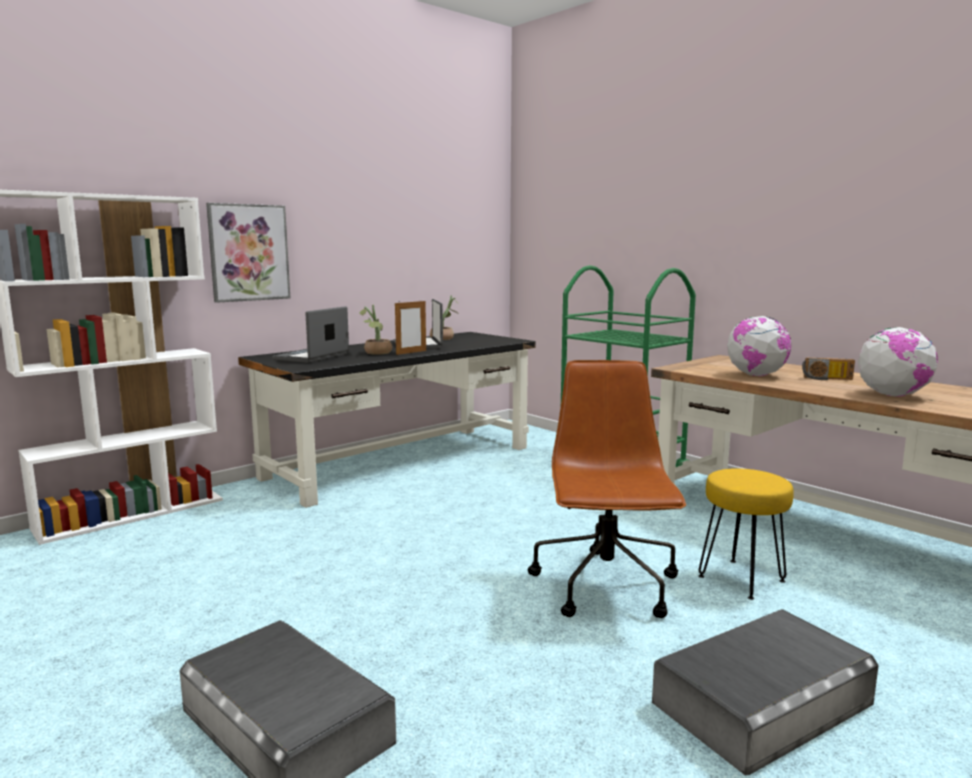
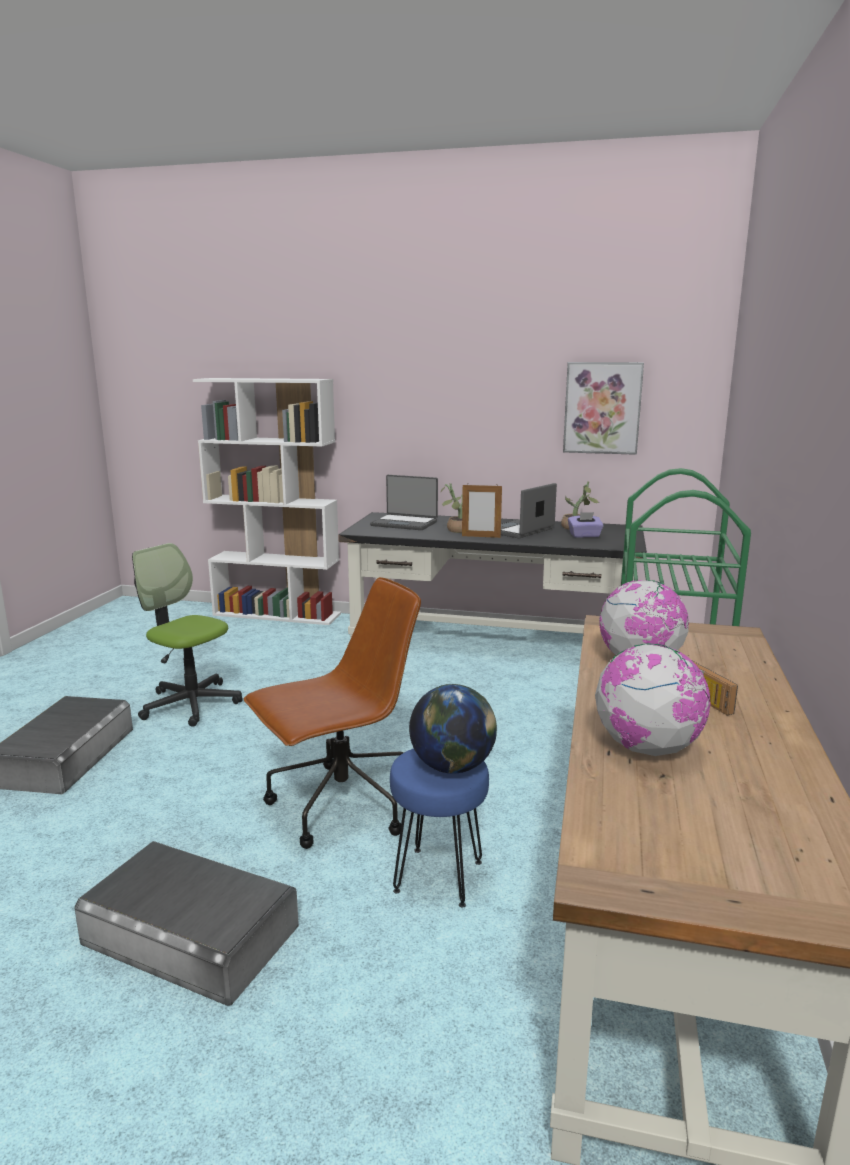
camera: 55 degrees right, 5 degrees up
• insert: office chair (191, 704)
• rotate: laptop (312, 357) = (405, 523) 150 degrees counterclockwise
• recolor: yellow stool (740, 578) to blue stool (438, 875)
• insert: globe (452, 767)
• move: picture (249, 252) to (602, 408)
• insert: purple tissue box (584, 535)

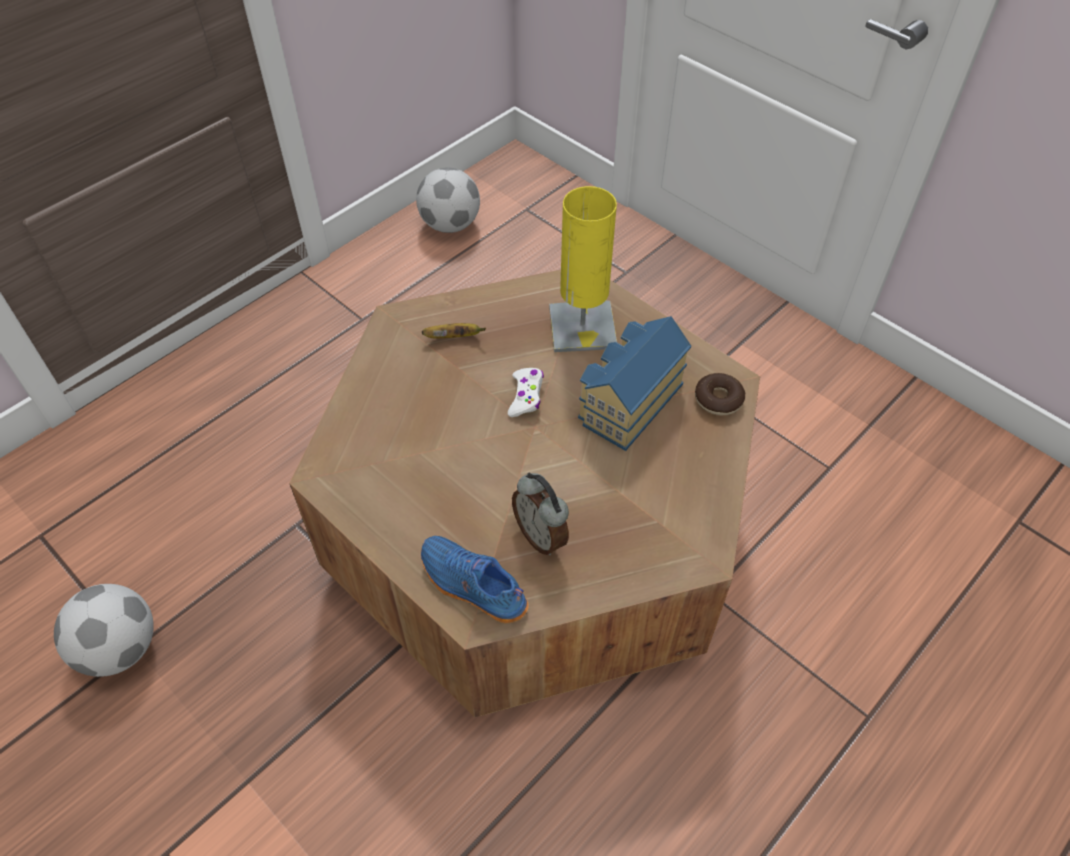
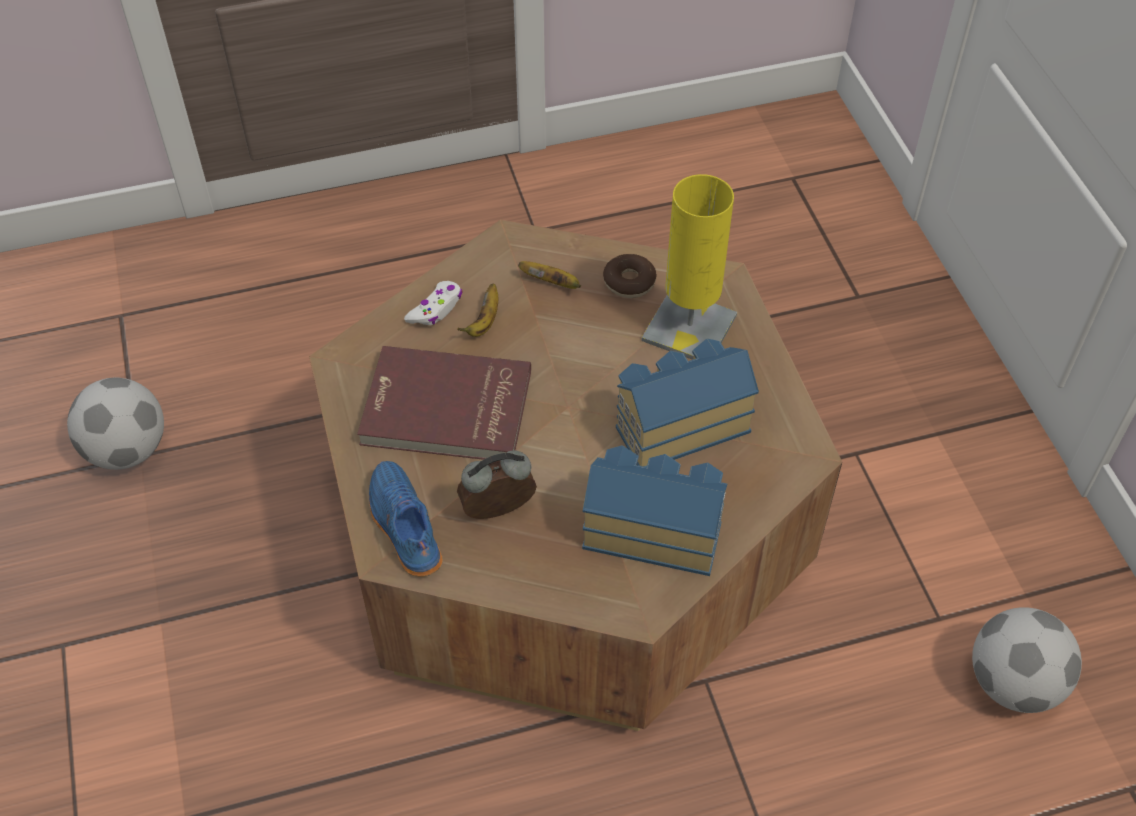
camera: 30 degrees right, 0 degrees up
• insert: red book (446, 410)
• move: white game controller (526, 396) to (436, 309)
• rotate: alarm clock (541, 536) = (499, 512) 75 degrees clockwise
• insert: banana (484, 321)
• insert: toy house (652, 529)
• move: donut (718, 399) to (629, 282)
• move: football (450, 225) to (1013, 683)

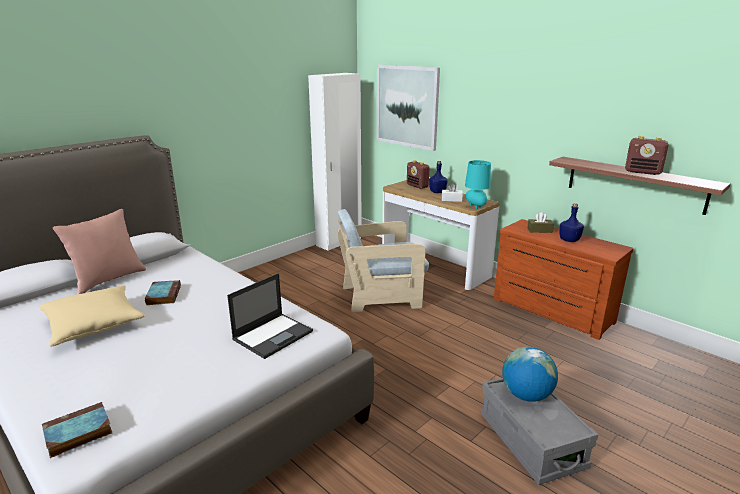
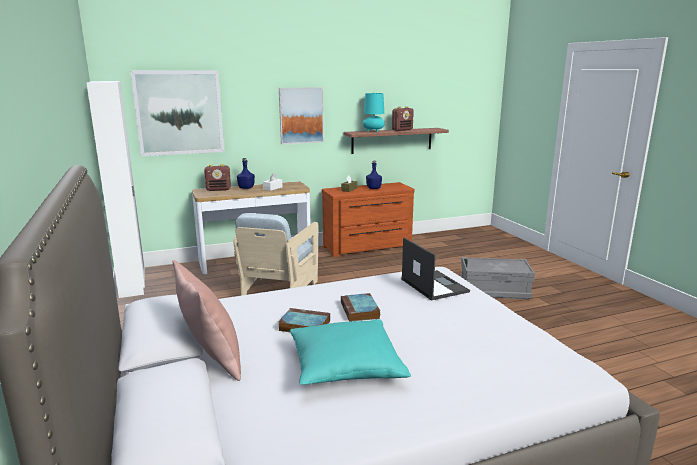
camera: 65 degrees left, 5 degrees down
• insert: picture (301, 115)
• recolor: beige pillow (94, 325) to turquoise pillow (345, 366)
• move: book (77, 434) to (360, 311)
• move: turquoise table lamp (475, 207) to (373, 131)
• delete: globe (526, 395)

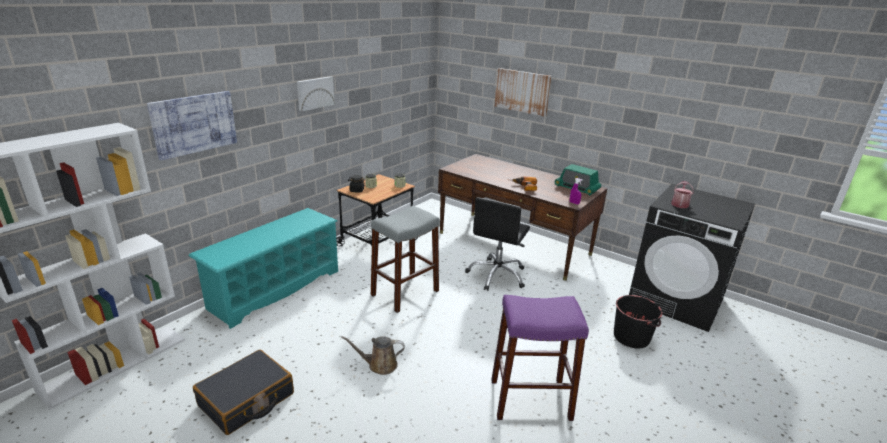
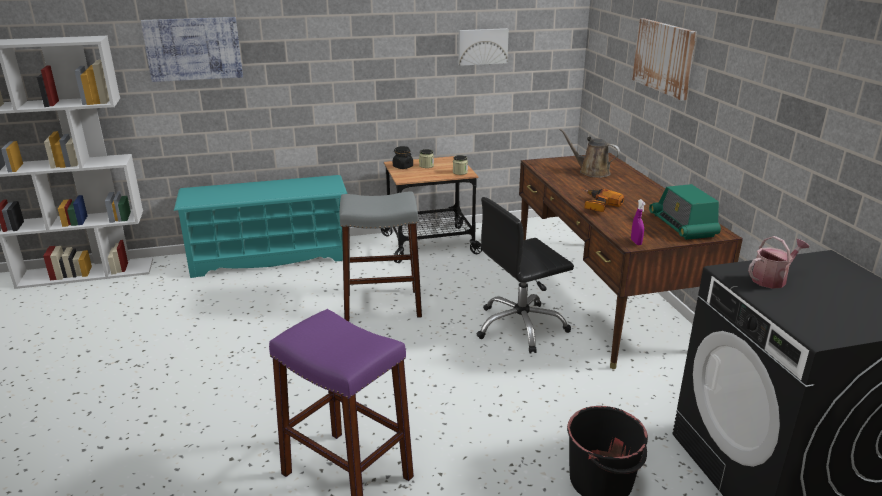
camera: 40 degrees right, 0 degrees up
• move: picture (315, 93) to (482, 46)
• move: brown watering can (379, 365) to (591, 172)
• delete: black suitcase (246, 400)

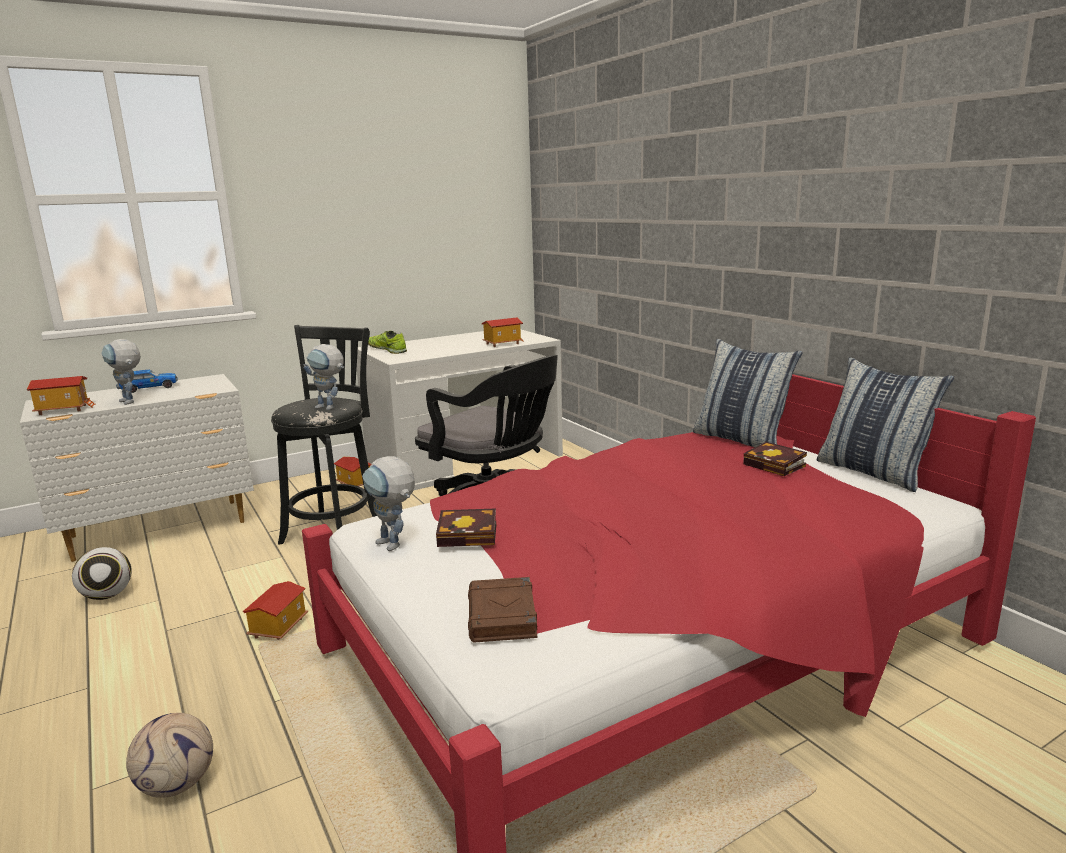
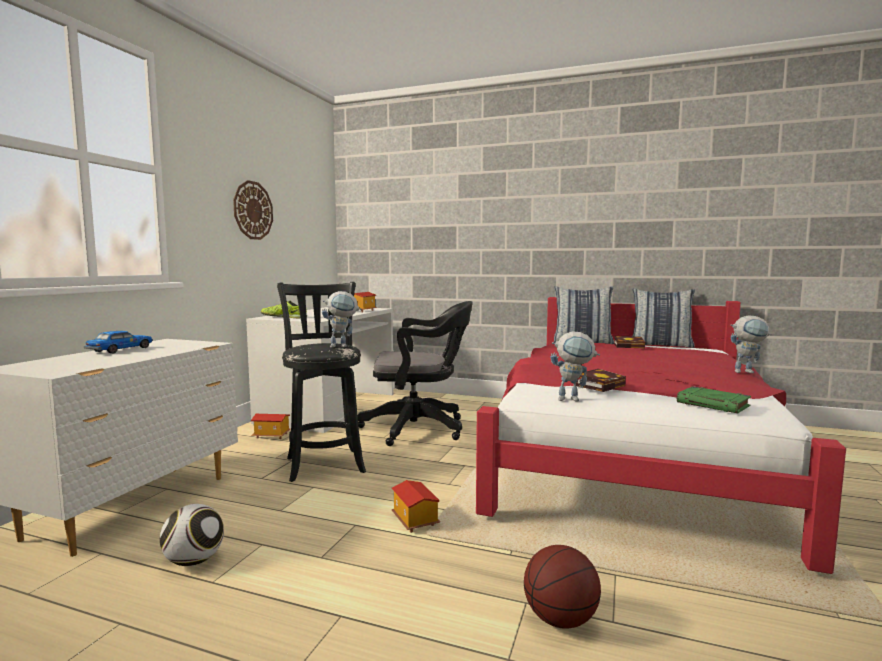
camera: 40 degrees left, 10 degrees down
• insert: wall clock (253, 210)
• replace: football (178, 784) to basketball (560, 619)
• recolor: brown book (502, 616) to green book (713, 404)
• move: toy robot (130, 402) to (748, 372)
• delete: toy house (64, 409)

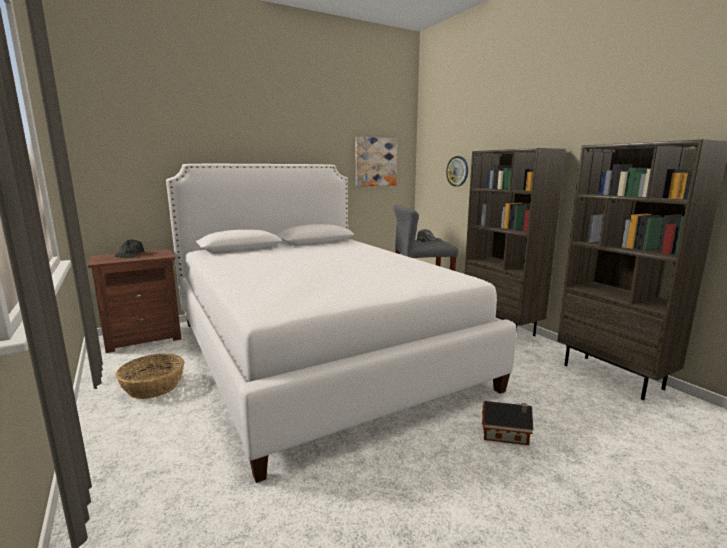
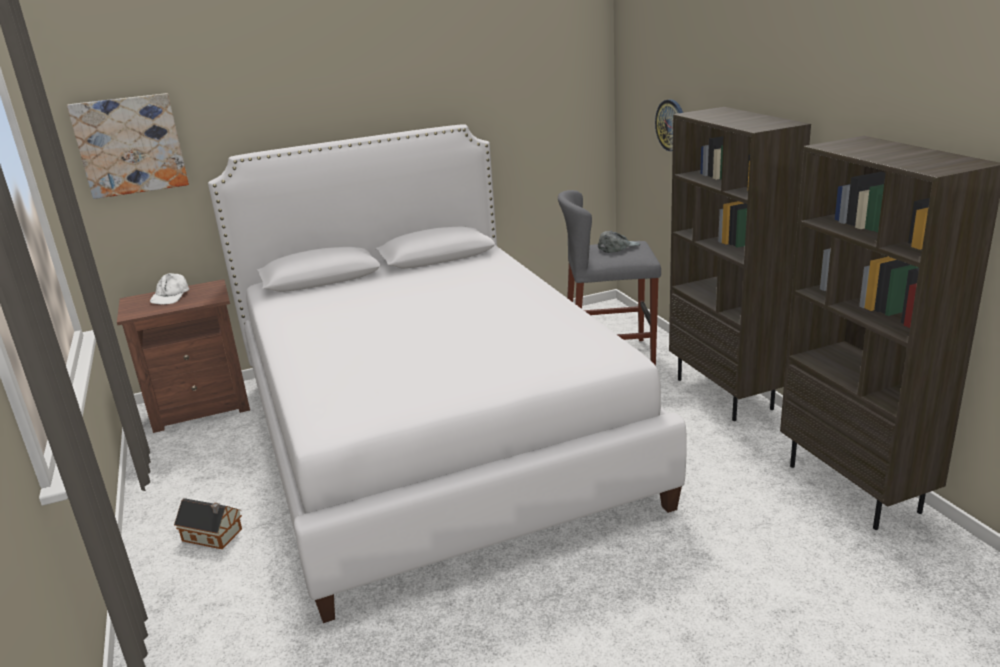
camera: 10 degrees right, 10 degrees up
• move: picture (375, 162) to (130, 145)
• recolor: black cap (130, 255) to white cap (171, 296)
• move: toy house (506, 434) to (213, 535)
• delete: basket (154, 387)

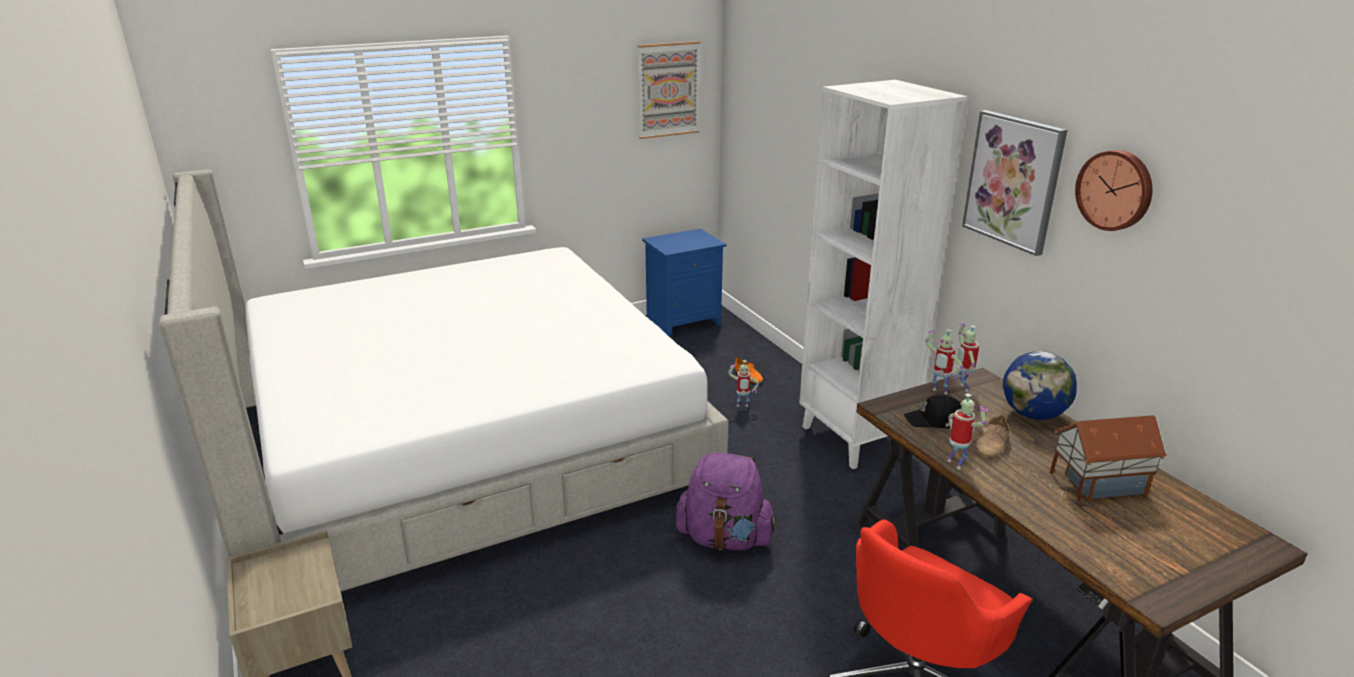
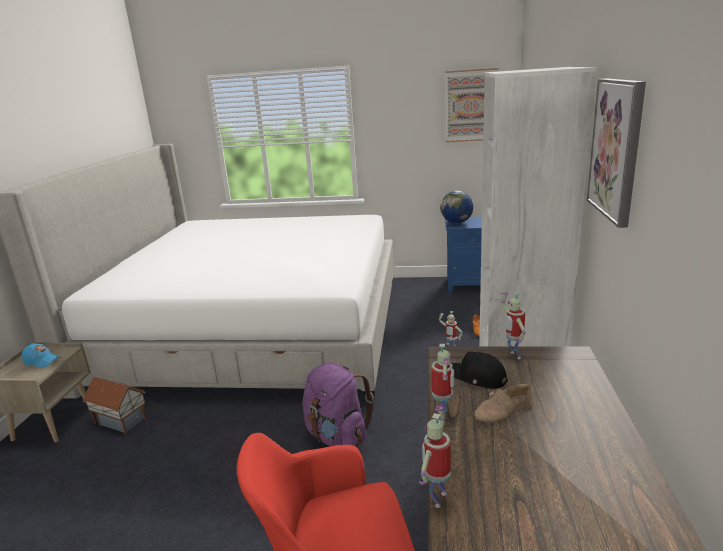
camera: 35 degrees right, 5 degrees down
• insert: blue cap (42, 361)
• move: toy house (1097, 483) to (121, 420)
• move: toy robot (962, 387) to (437, 498)
• move: globe (1033, 414) to (456, 222)
• delete: wall clock (1115, 190)

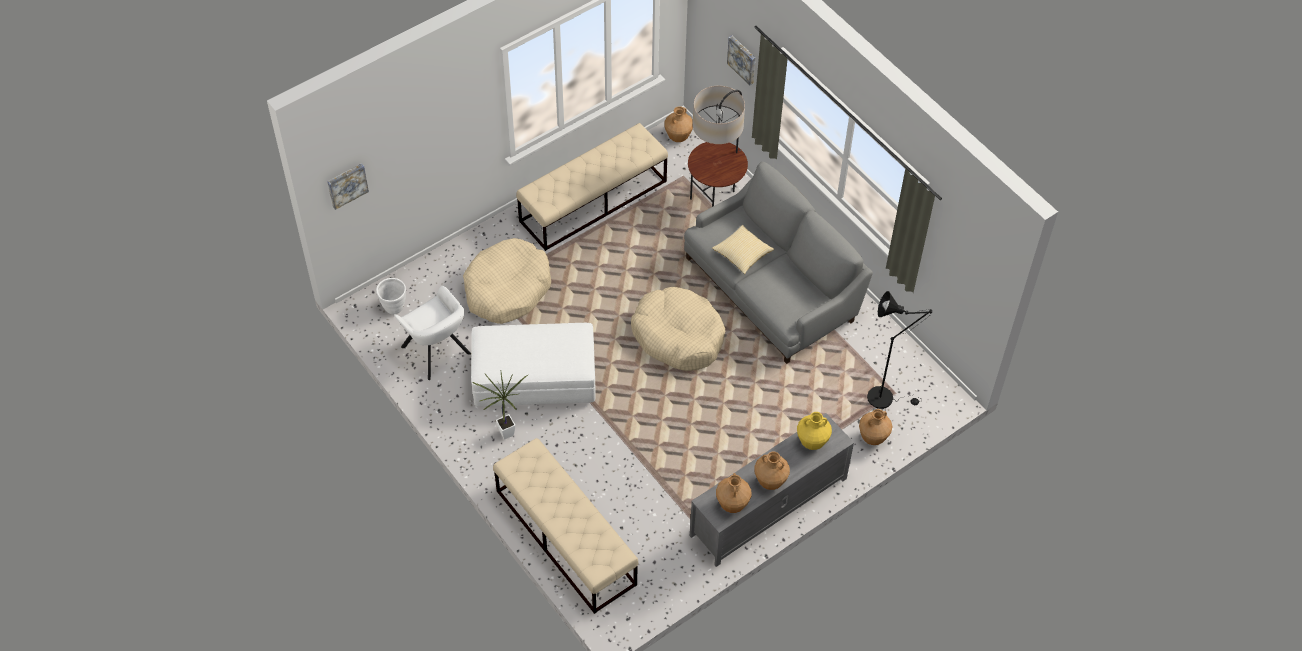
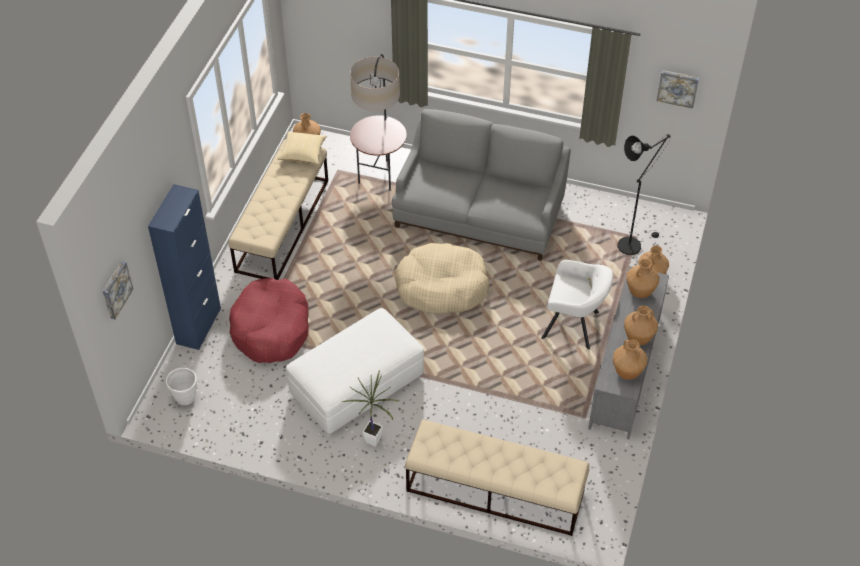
camera: 35 degrees left, 5 degrees down
• insert: blue cabinet (198, 326)
• recolor: beige dog bed (507, 289) to red dog bed (271, 329)
• move: pillow (742, 254) to (302, 154)
• move: white armchair (437, 353) to (573, 327)
• recolor: yellow vase (812, 442) to brown vase (640, 292)
• move: picture (742, 59) to (678, 87)

